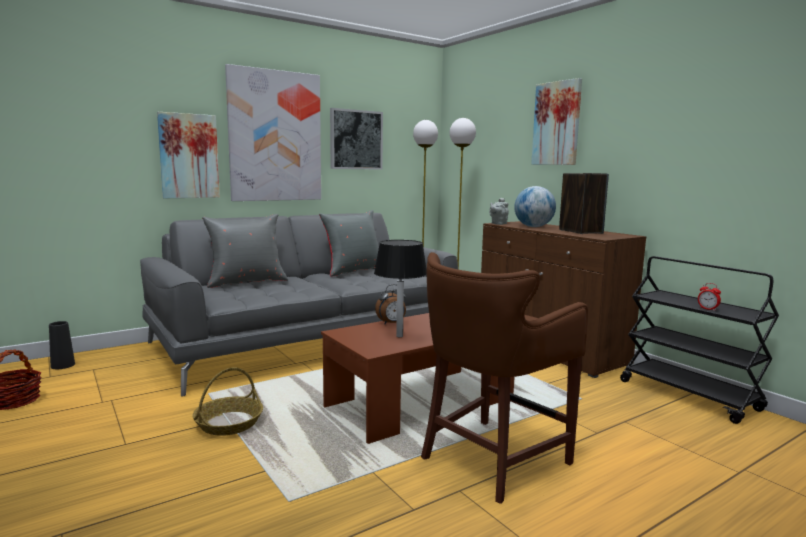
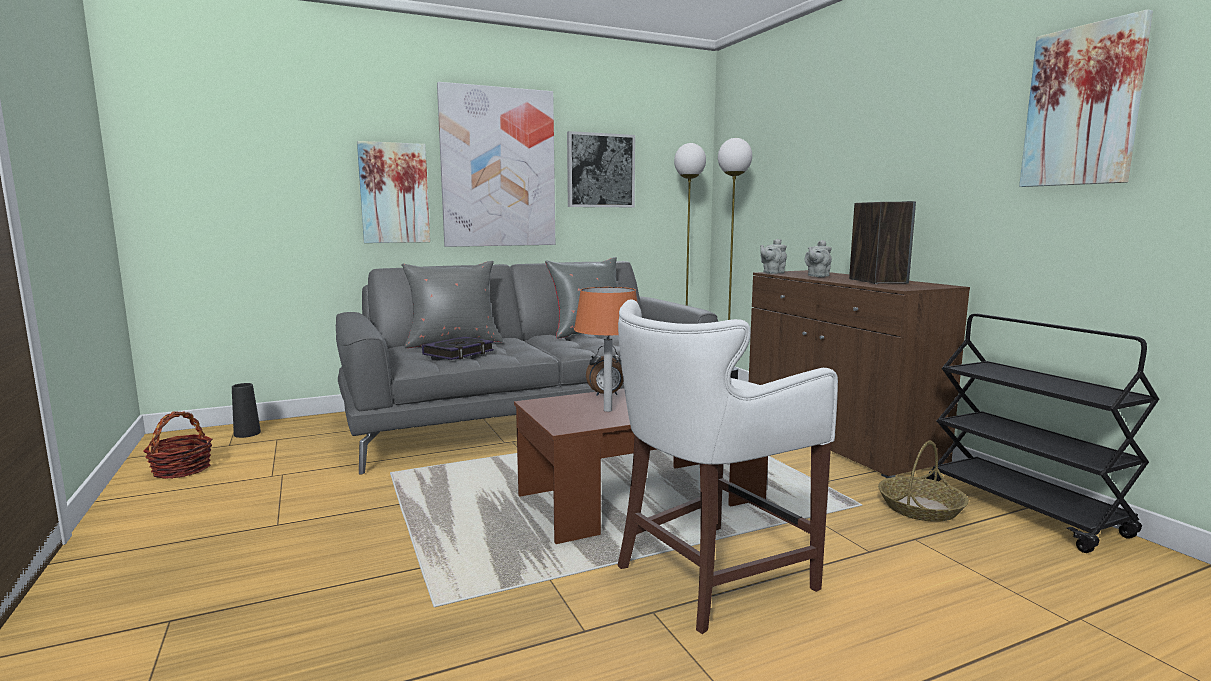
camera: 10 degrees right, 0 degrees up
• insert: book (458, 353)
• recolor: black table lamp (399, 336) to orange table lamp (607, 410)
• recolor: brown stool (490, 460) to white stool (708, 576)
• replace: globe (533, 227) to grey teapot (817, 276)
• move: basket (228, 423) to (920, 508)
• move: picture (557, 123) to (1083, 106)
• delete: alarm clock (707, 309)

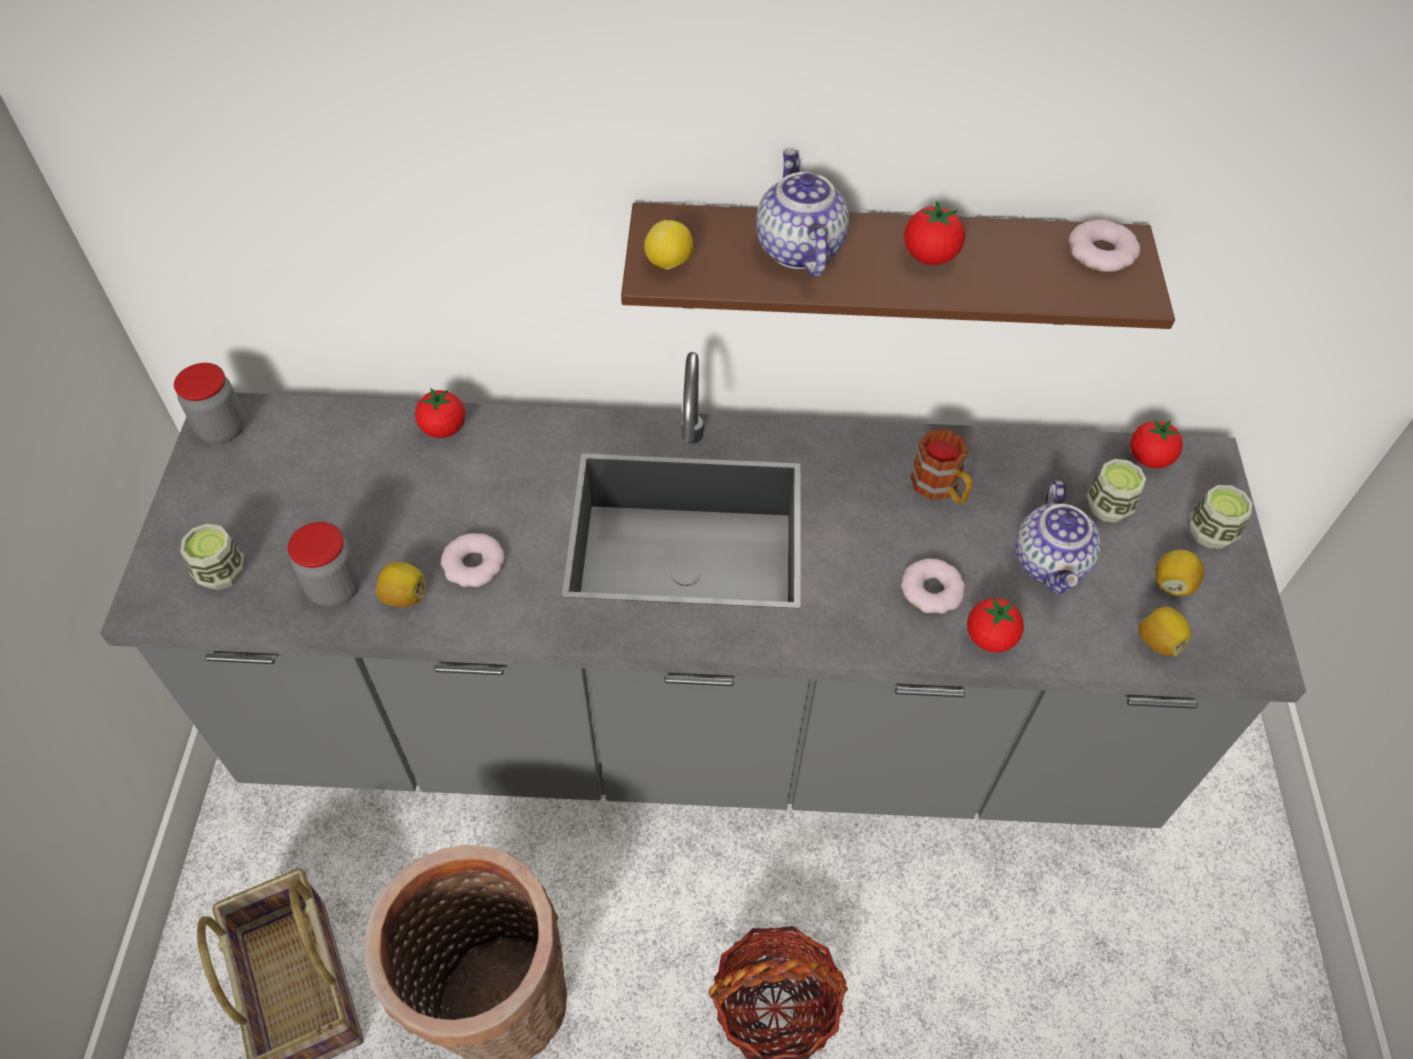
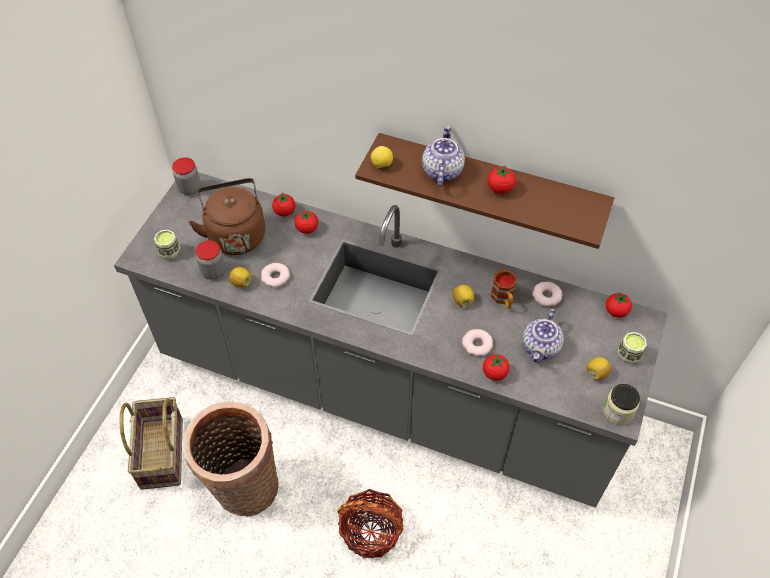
camera: 20 degrees right, 0 degrees up
• insert: brown kettle (235, 234)
• insert: tomato (307, 229)
• move: lemon (1158, 641) to (462, 301)
• move: donut (1101, 253) to (546, 296)
• insert: jar (618, 411)
• delete: cup (1108, 507)

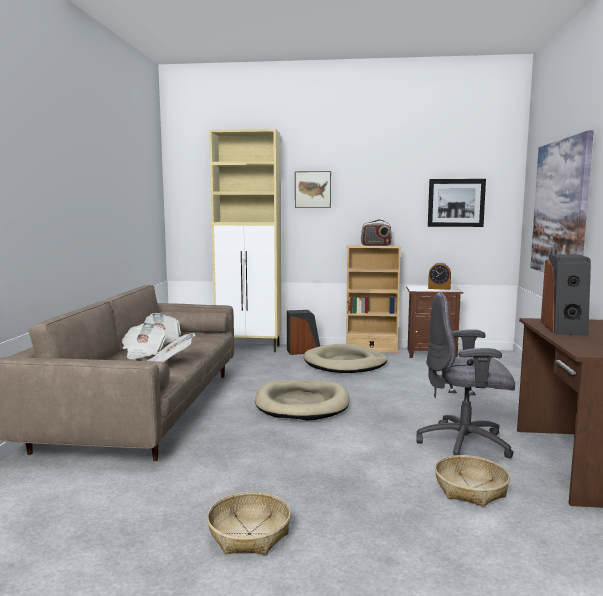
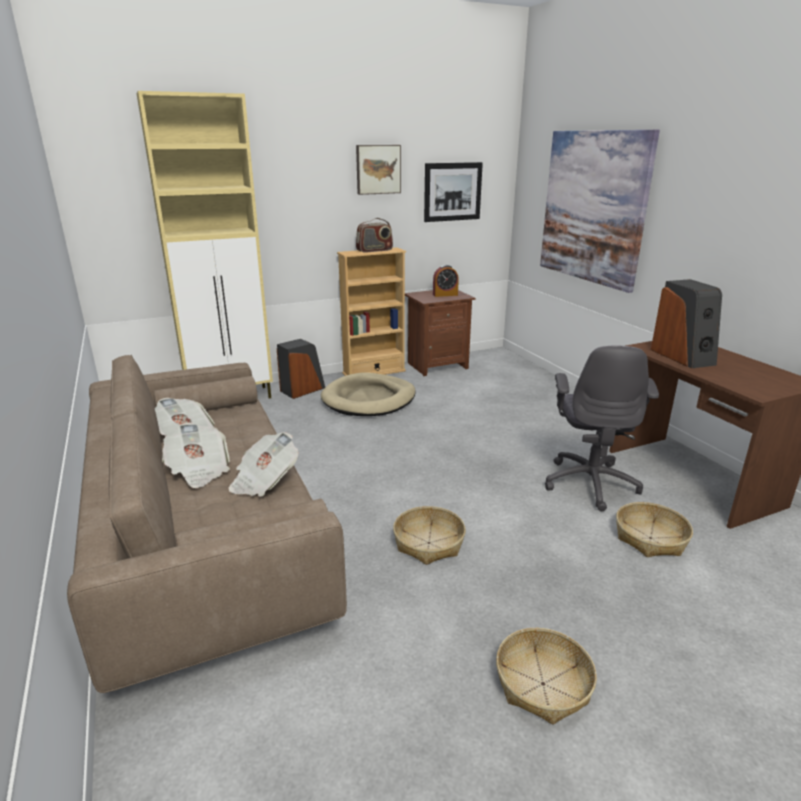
camera: 30 degrees left, 15 degrees up
• move: picture (313, 189) to (378, 169)
• insert: basket (428, 543)
• rotate: grey office chair (465, 444) = (590, 483) 60 degrees counterclockwise
• delete: beige dog bed (302, 404)

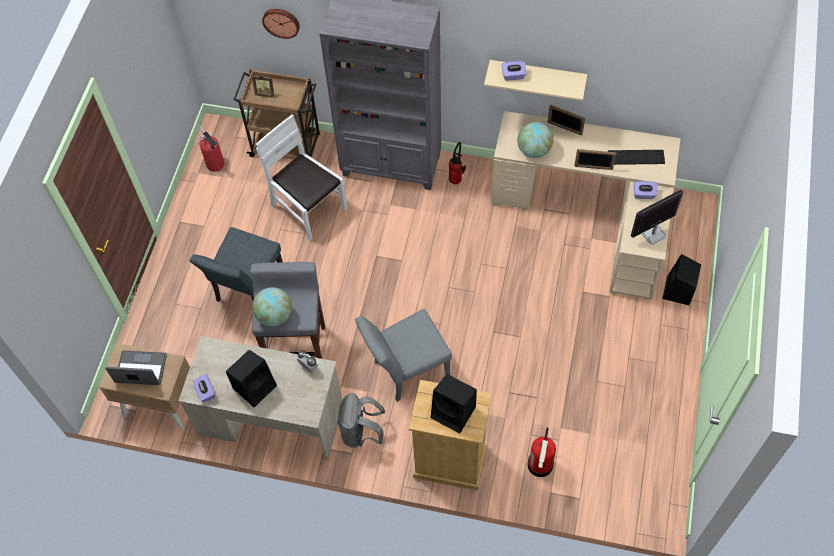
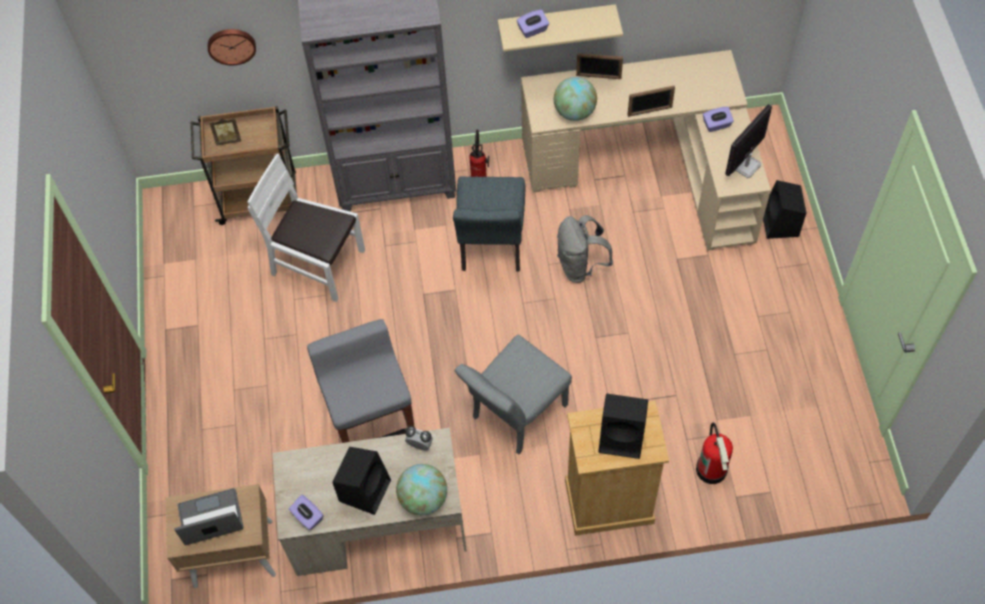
camera: 20 degrees left, 0 degrees up
• move: globe (274, 316) to (423, 498)
• move: grey chair (247, 290) to (491, 248)
• move: grey backpack (361, 432) to (580, 266)
• delete: fire extinguisher (216, 165)
• delete: keyboard (636, 156)

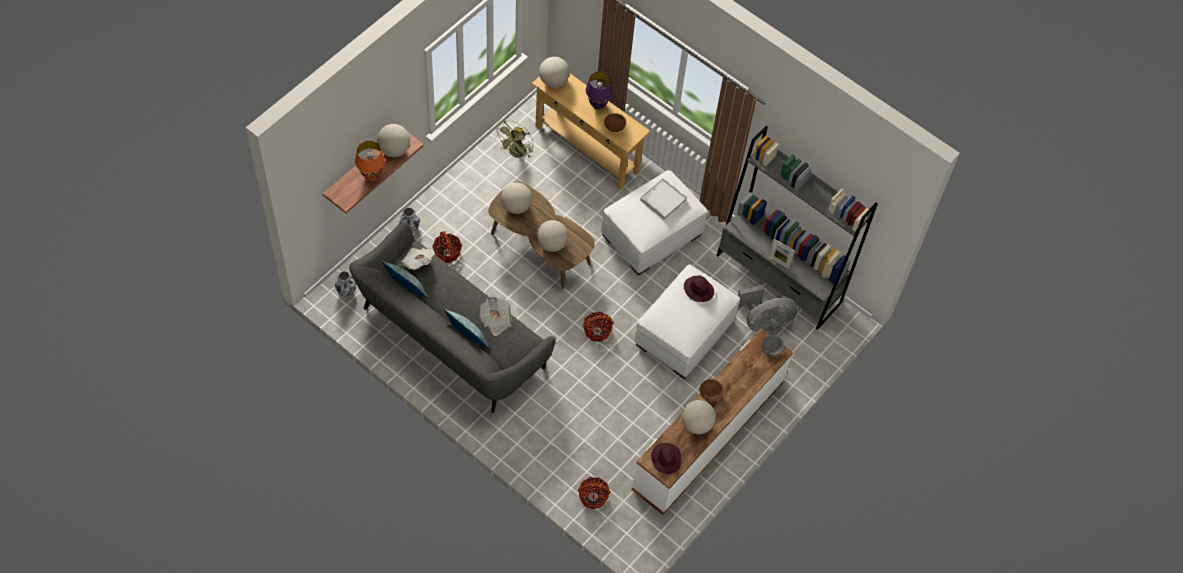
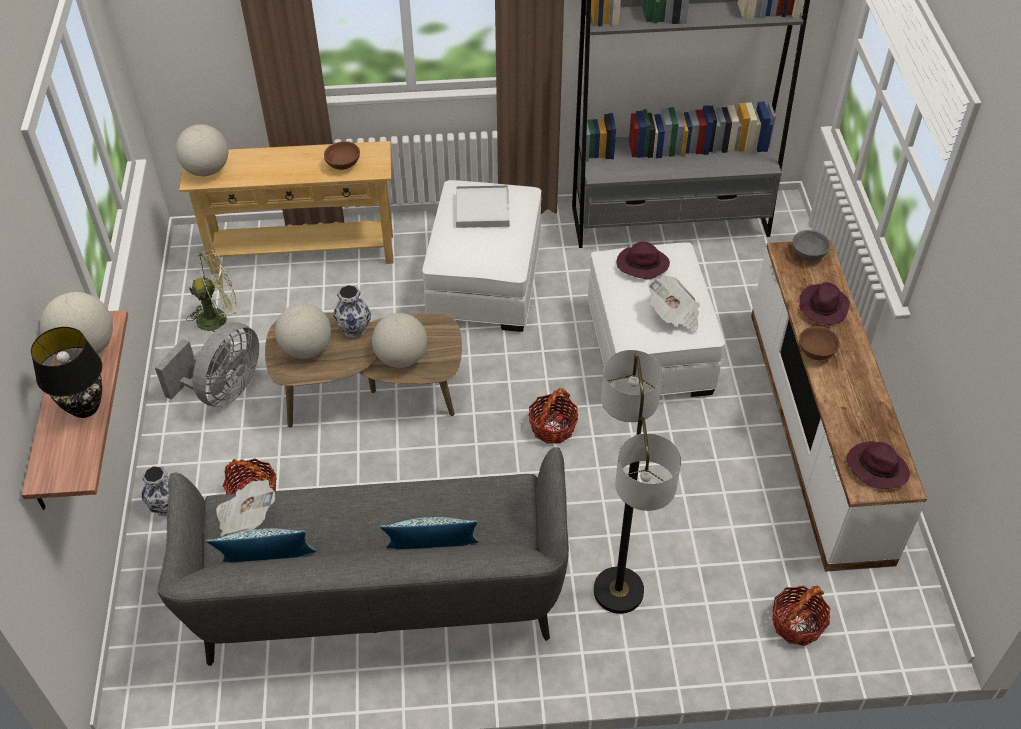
camera: 40 degrees left, 10 degrees down
• recolor: orange table lamp (372, 175) to black table lamp (85, 407)
• move: grey fan (764, 322) to (223, 390)
• rotate: green fan (516, 153) = (219, 317) 90 degrees counterclockwise
• move: vase (346, 291) to (353, 329)
• insert: floor lamp (618, 591)
• move: newspaper (495, 320) to (674, 314)
• insert: purple hat (823, 306)
• delete: purple table lamp (597, 105)
• delete: globe (696, 424)
• delete: picture frame (779, 263)

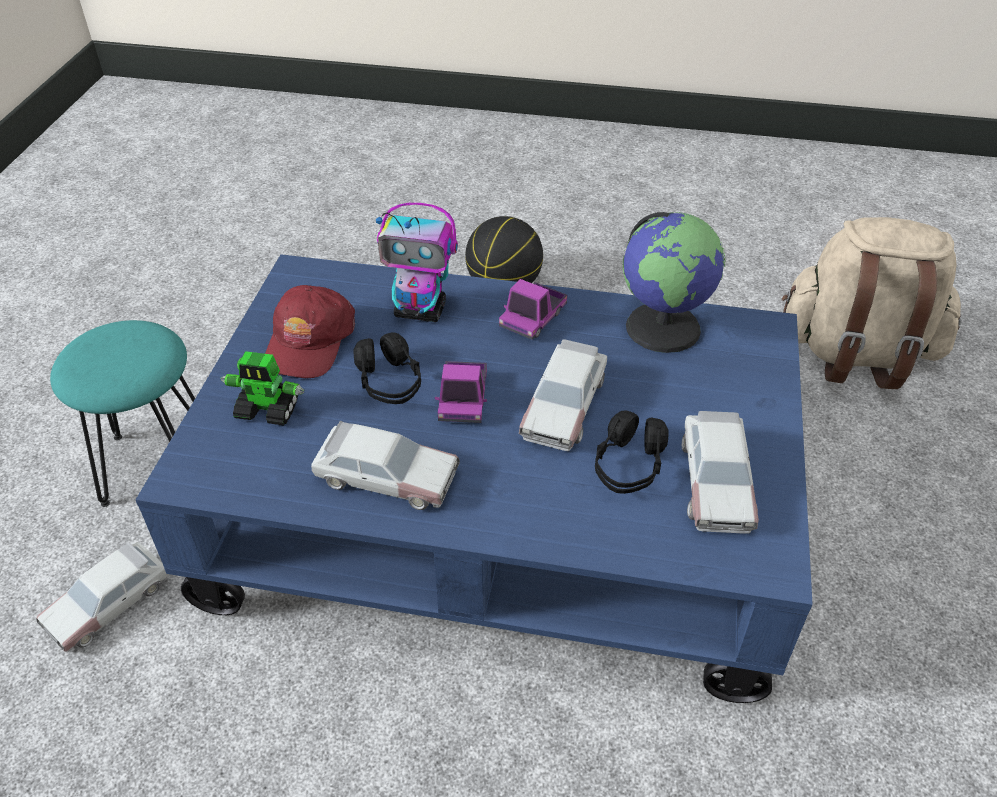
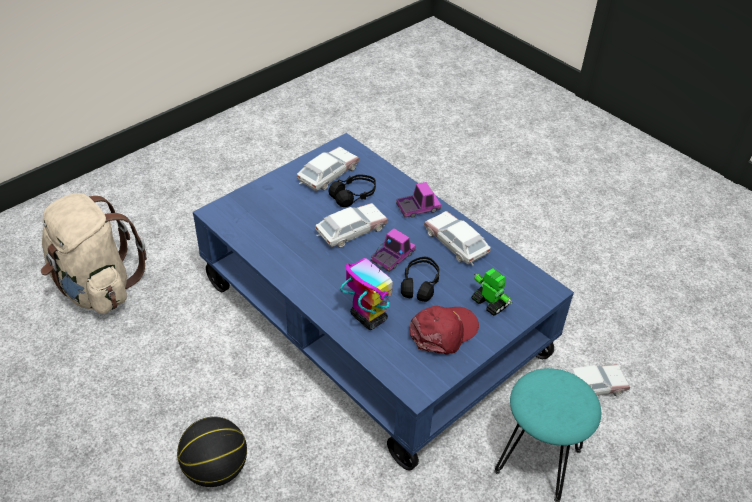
camera: 145 degrees left, 0 degrees up
• move: toy truck (533, 318) to (418, 208)
• delete: globe (664, 327)

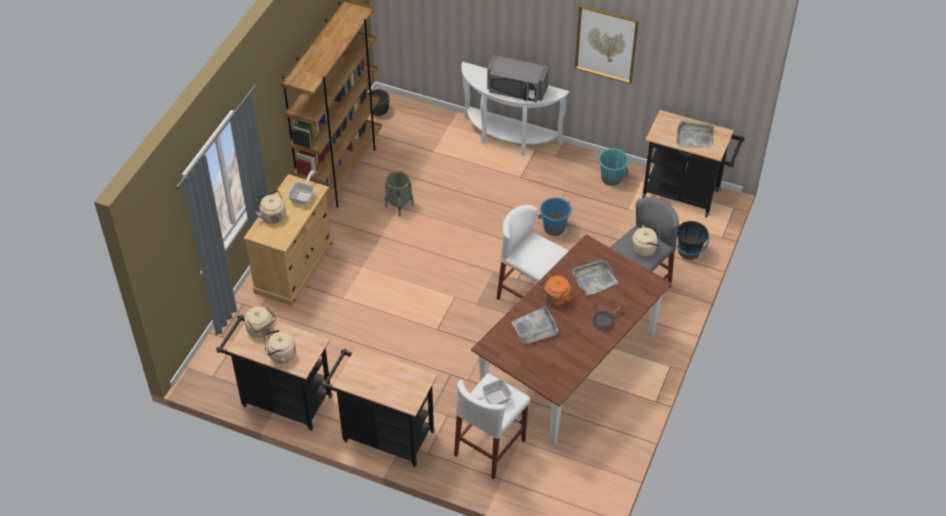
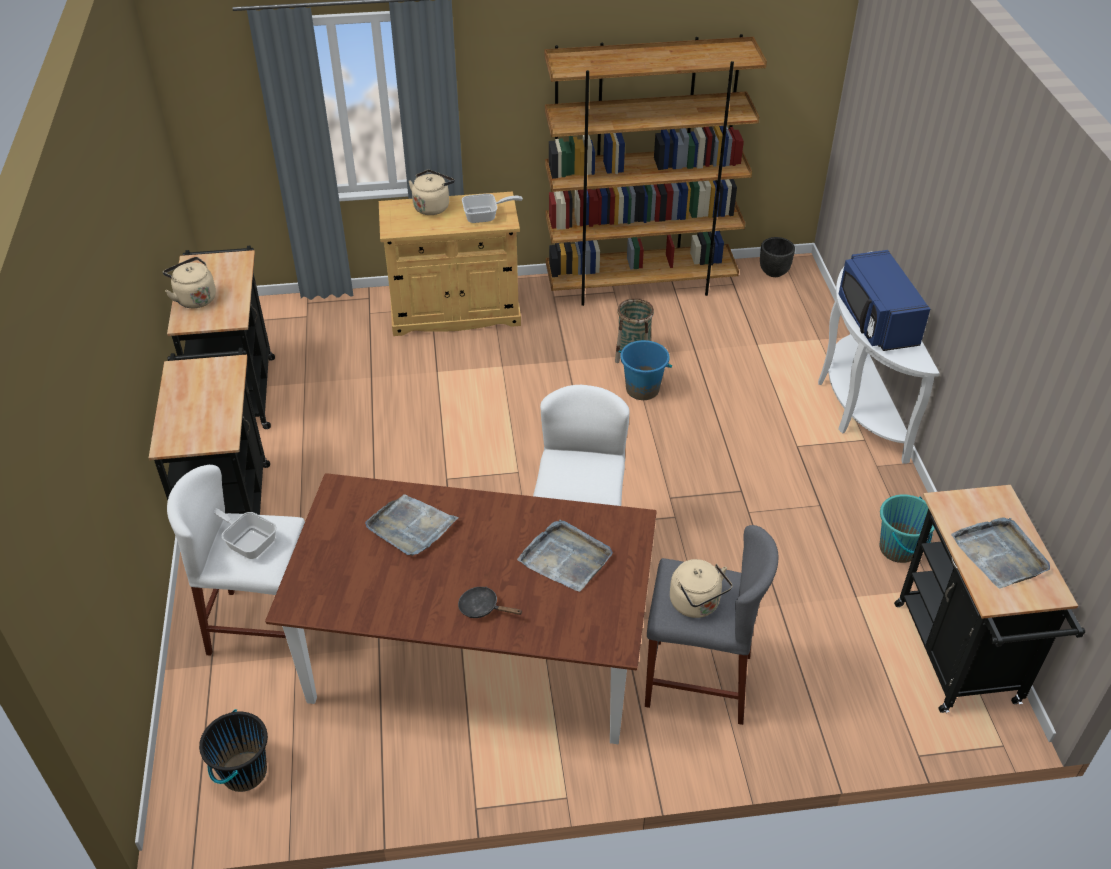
camera: 60 degrees right, 5 degrees down
• move: black bucket (688, 252) to (244, 772)
• move: blue bucket (554, 228) to (642, 389)
• recolor: grey microwave (516, 91) to blue microwave (876, 321)
• delete: beige kettle (261, 330)
• delete: orange kettle (555, 299)
• delete: picture (606, 43)

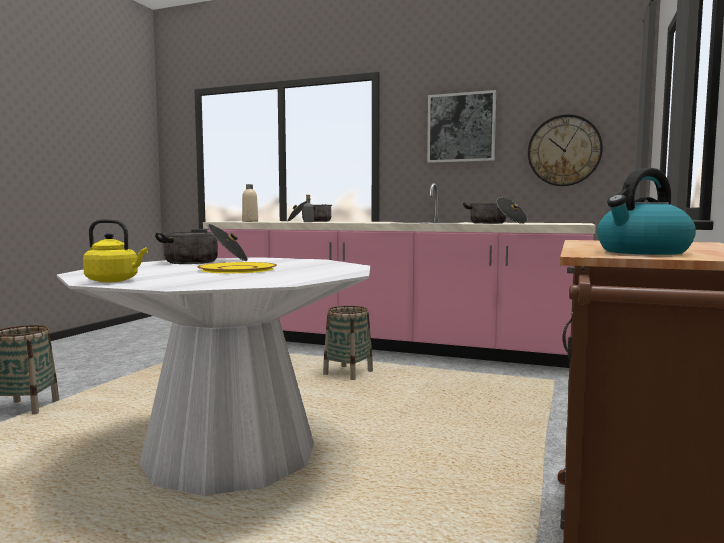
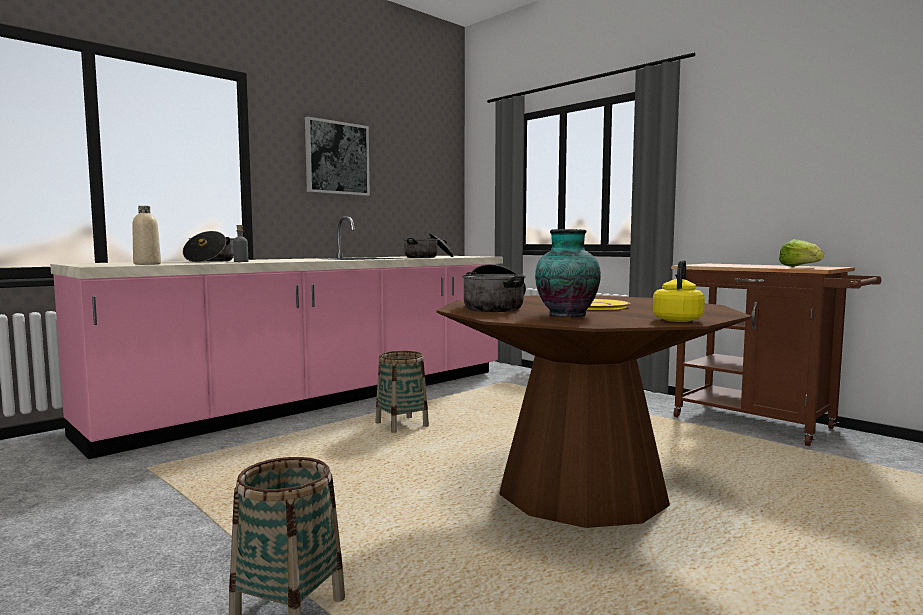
camera: 65 degrees left, 0 degrees up
• recolor: white dining table (230, 454) to brown dining table (581, 490)
• insert: vase (566, 315)
• replace: kettle (642, 252) to lettuce (800, 267)
• delete: wall clock (564, 150)

